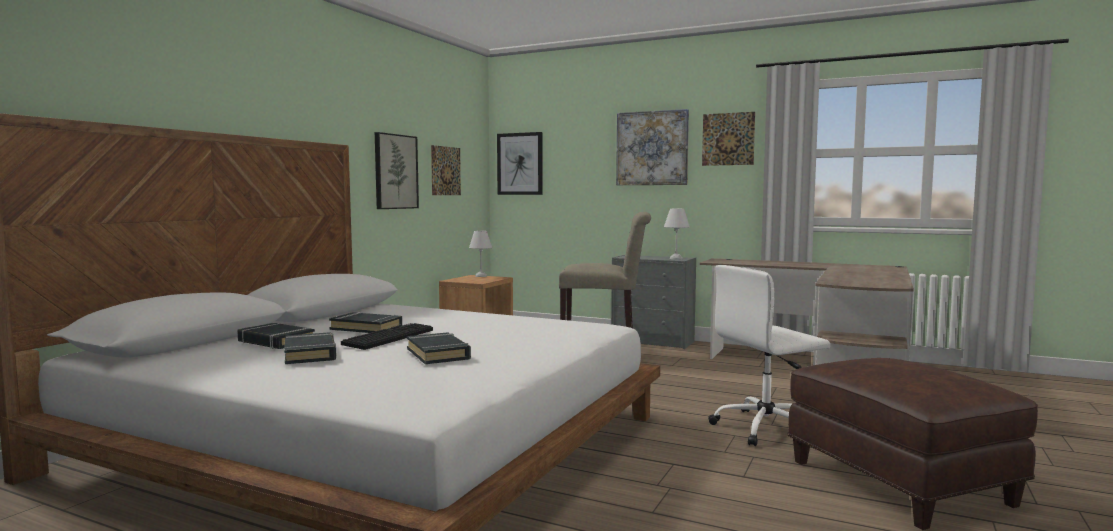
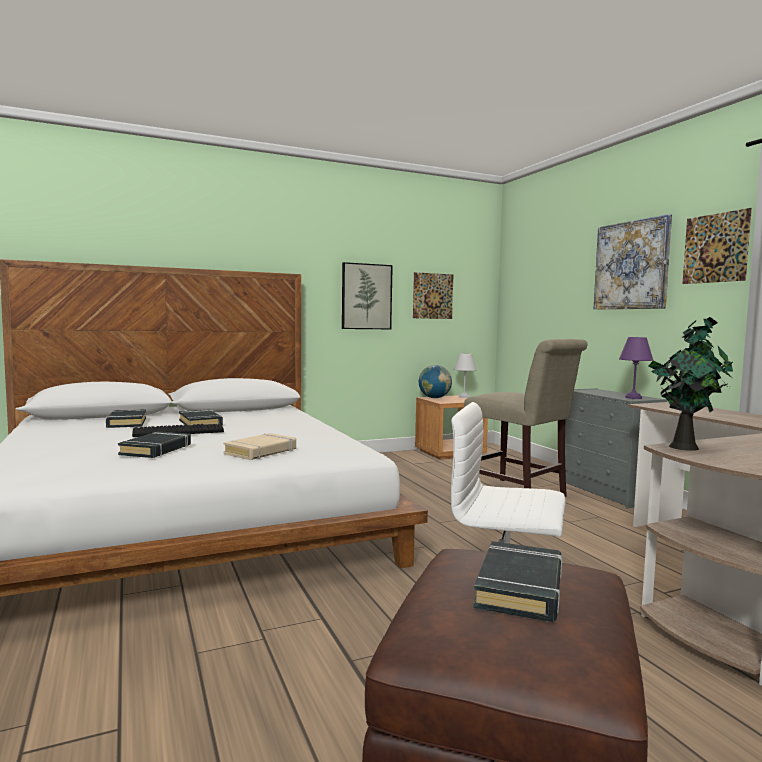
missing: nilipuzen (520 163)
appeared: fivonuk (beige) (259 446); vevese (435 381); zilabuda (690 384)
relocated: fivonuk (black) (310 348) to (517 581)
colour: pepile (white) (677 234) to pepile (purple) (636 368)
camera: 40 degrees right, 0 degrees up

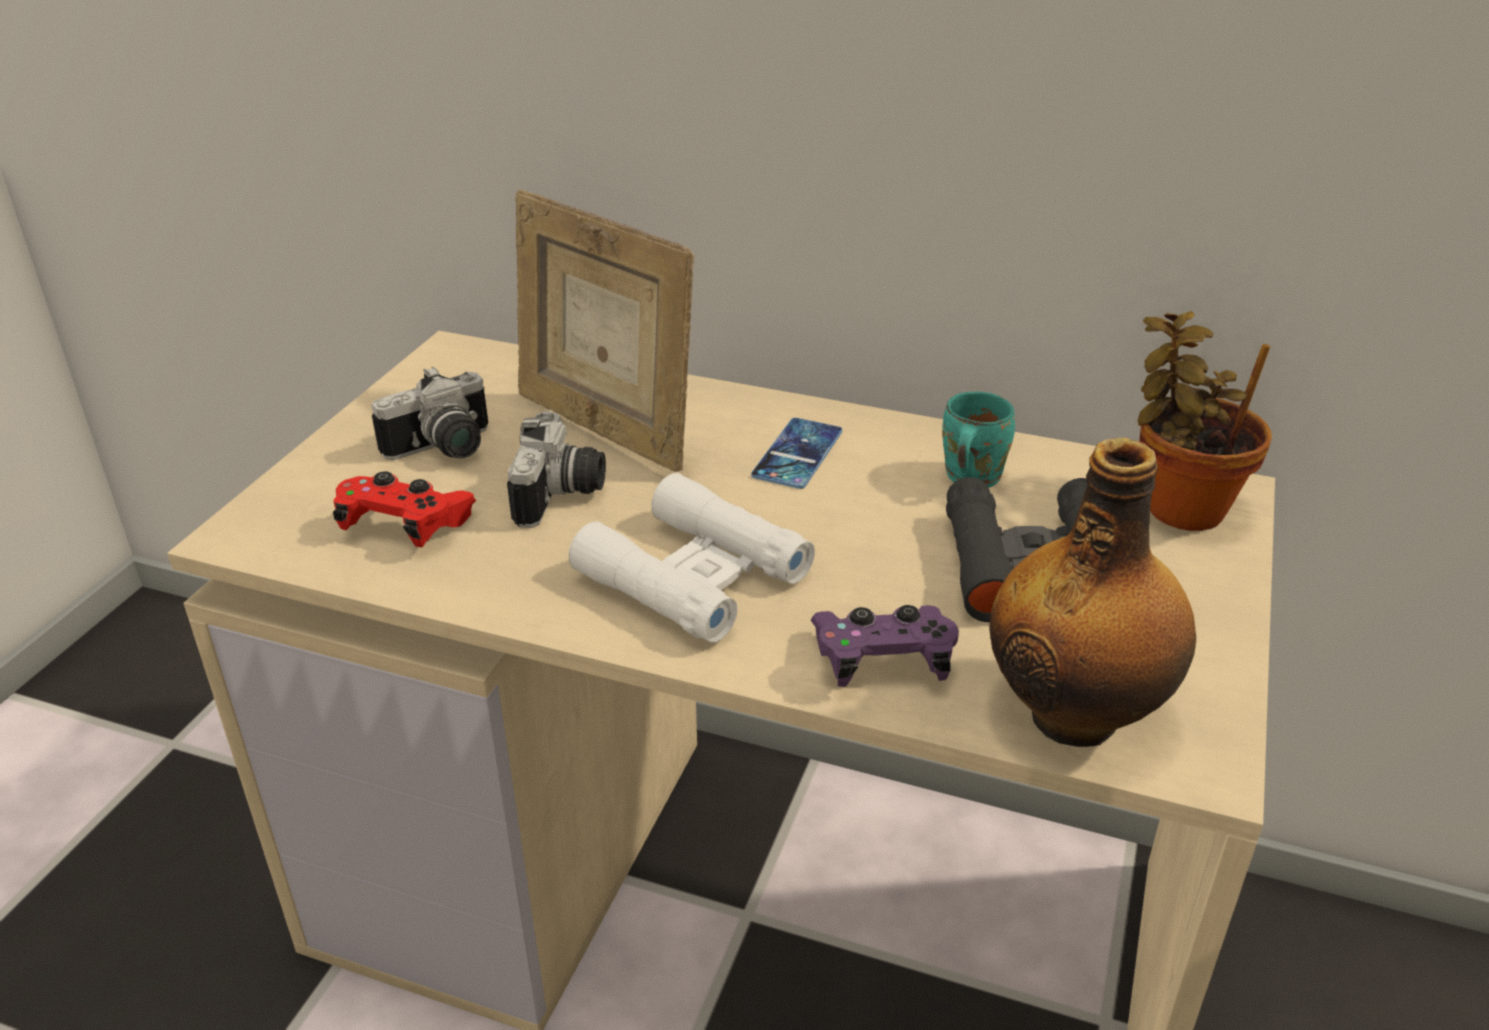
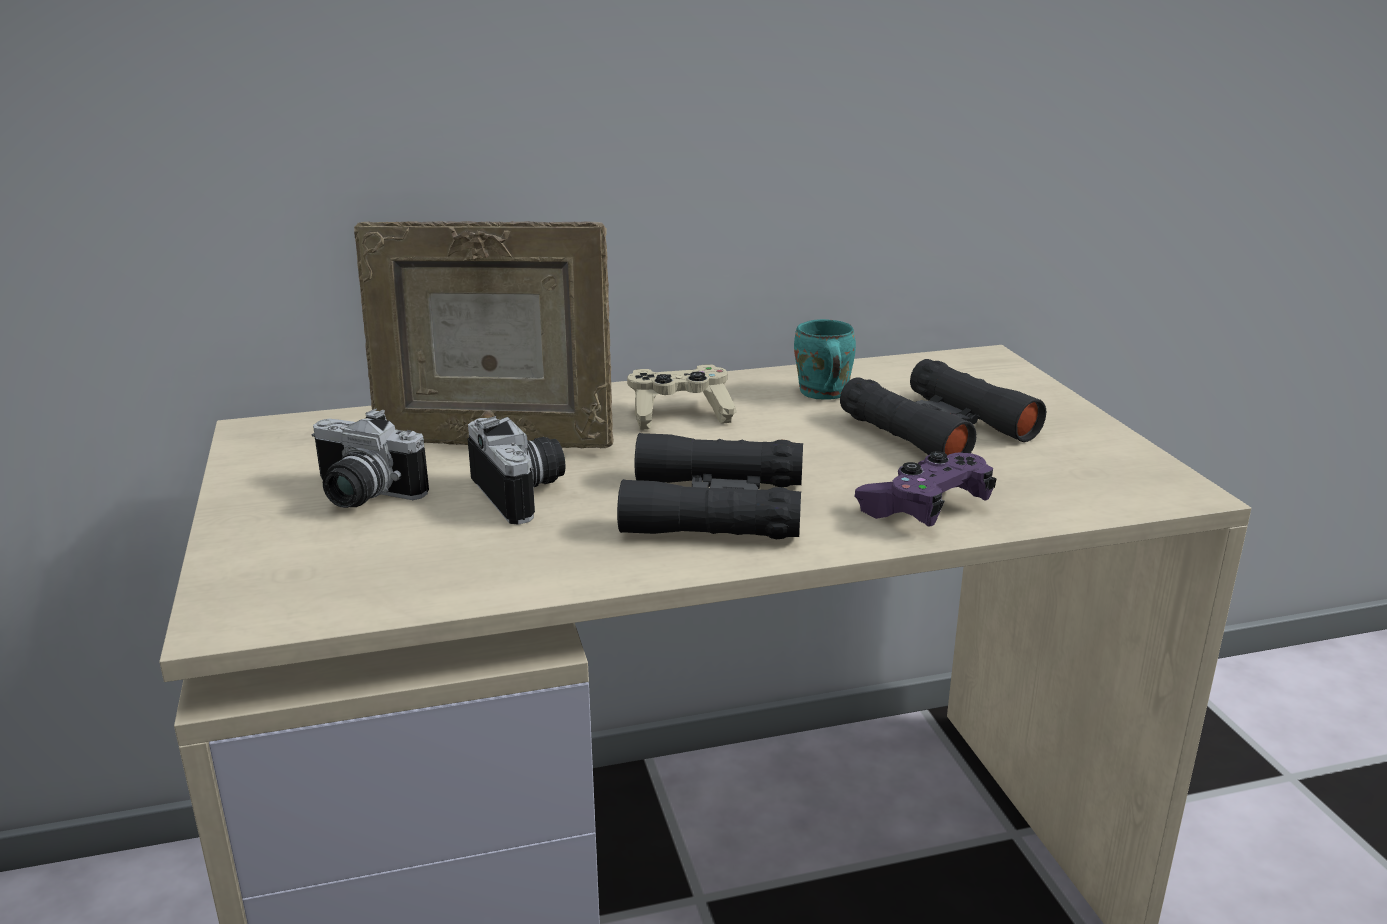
missing: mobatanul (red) (404 509); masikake (1093 592); zilabuda (1205 421)
exchanged: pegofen (796 453) to mobatanul (beige) (682 397)
colour: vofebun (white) (692 558) to vofebun (black) (710 486)
spun: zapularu (430 413) = (370 458) 90 degrees clockwise
camera: 35 degrees left, 10 degrees down

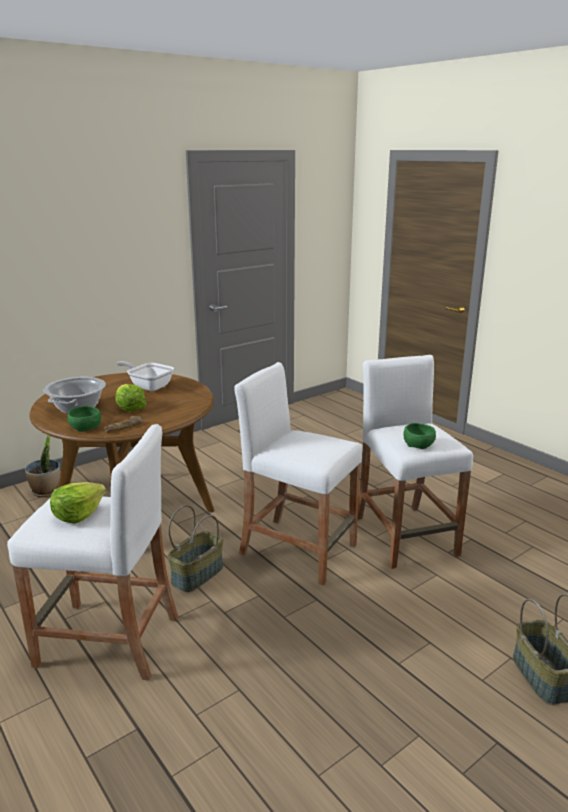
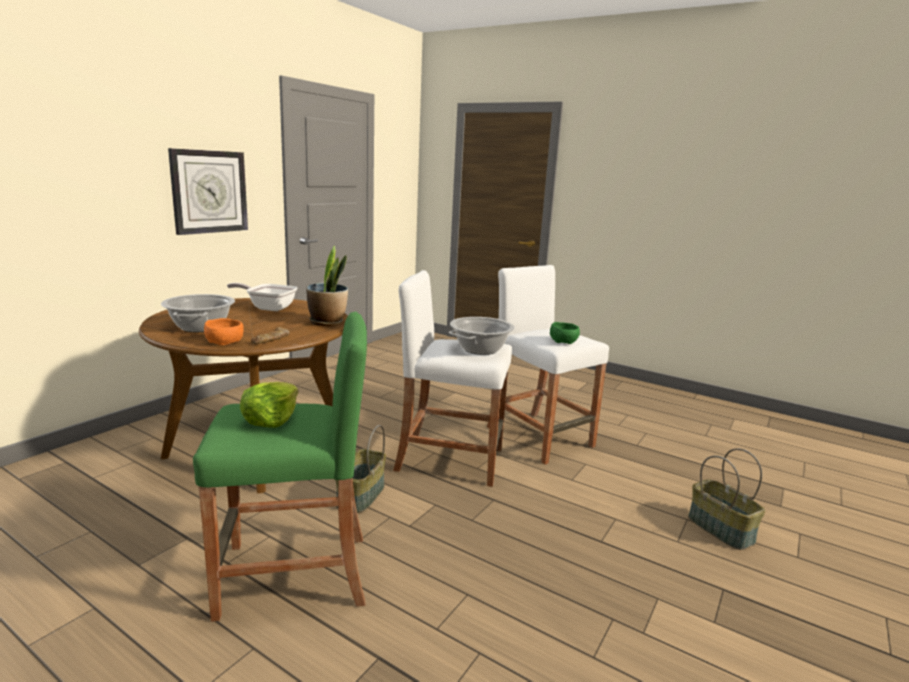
missing: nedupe (131 397)
appeared: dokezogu (208 191); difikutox (482 336)
relocated: zilabuda (42 466) to (327 286)
colour: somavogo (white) (92 552) to somavogo (green) (280 466); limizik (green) (84 419) to limizik (orange) (224 331)
camera: 20 degrees left, 5 degrees down

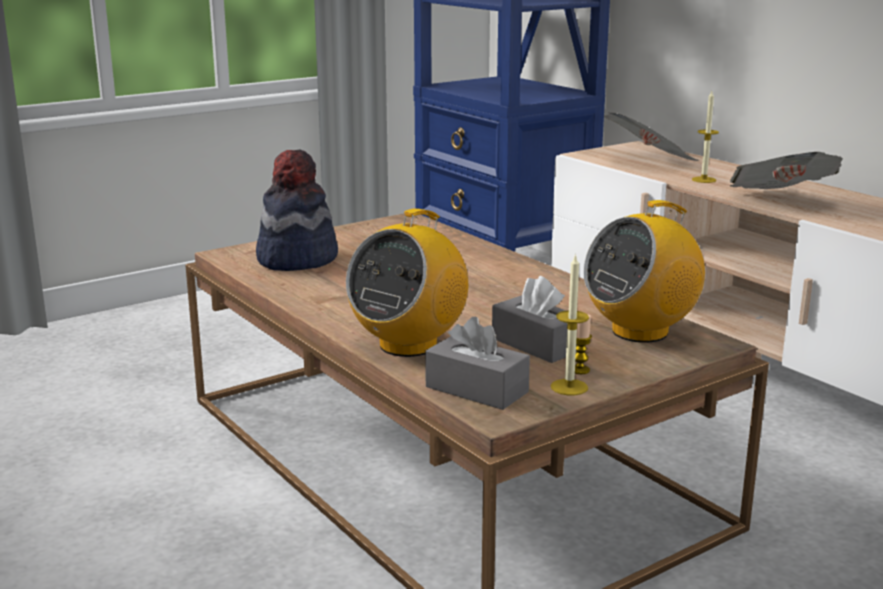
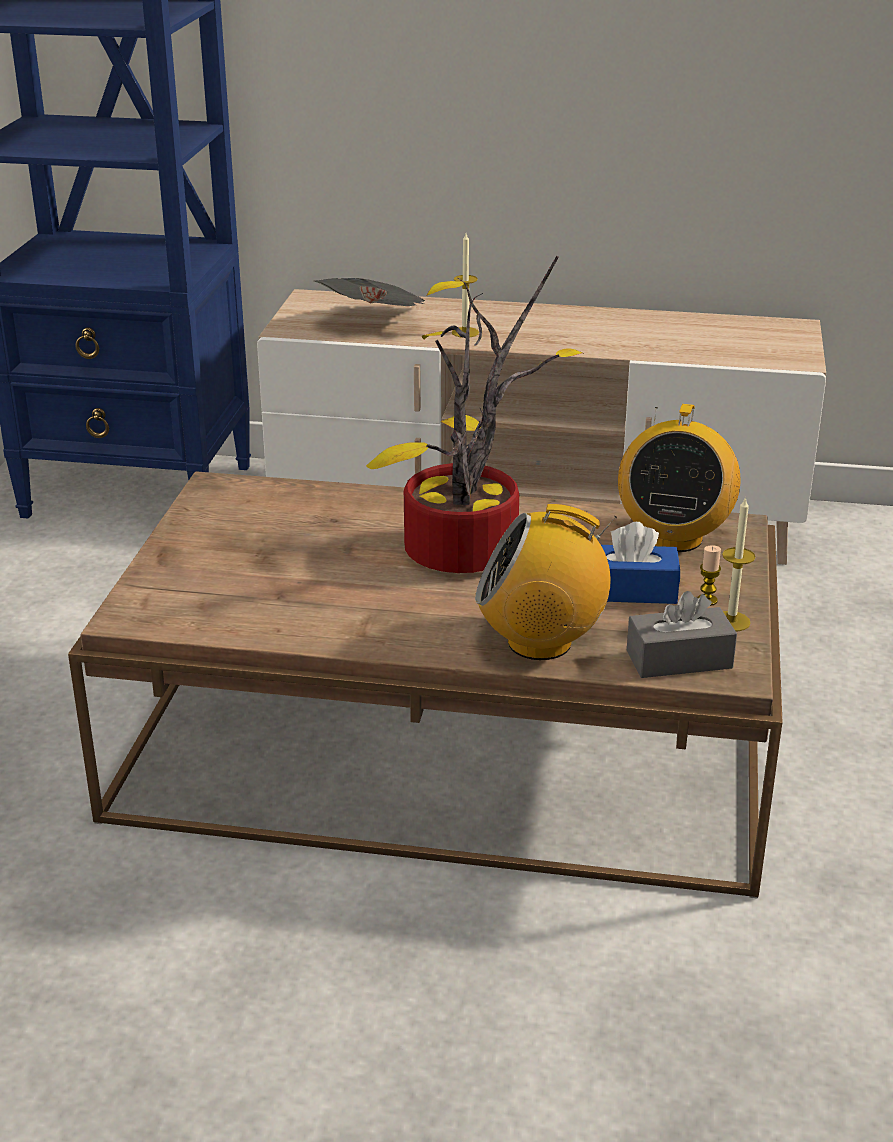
missing: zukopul (297 210); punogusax (786 170)
appeared: zilabuda (474 414)
colour: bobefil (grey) (534 319) to bobefil (blue) (640 563)
spun: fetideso (407 282) = (546 582) 105 degrees clockwise
camera: 45 degrees left, 10 degrees up

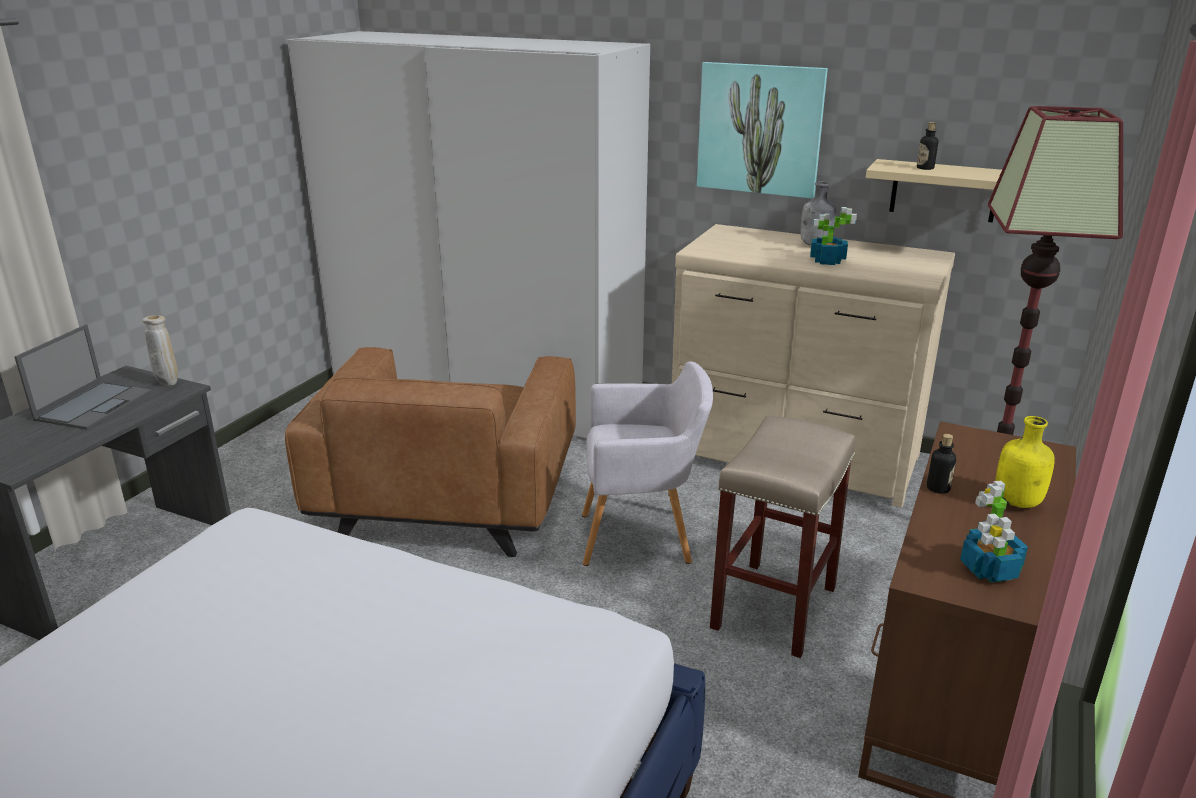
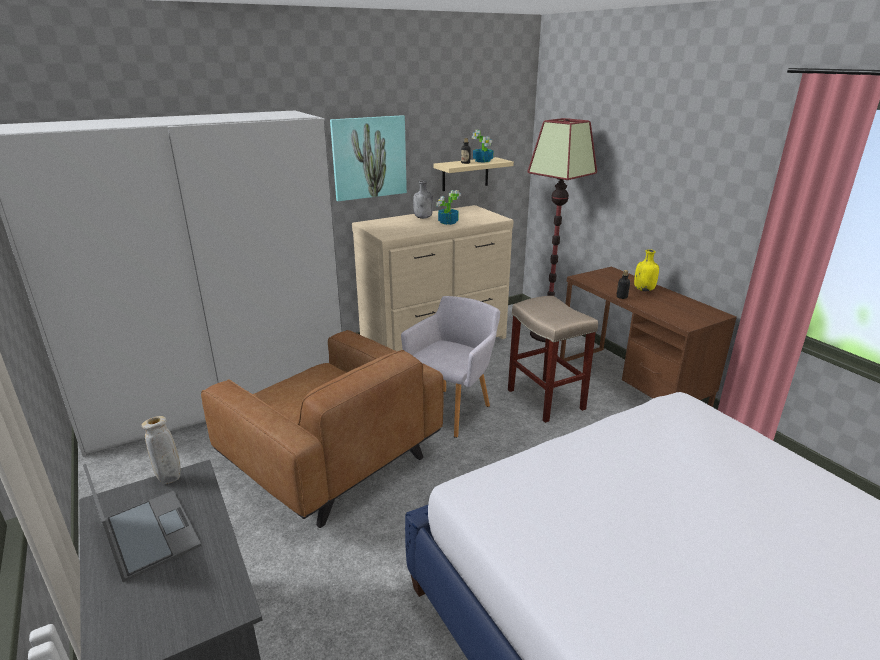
relocated: zilabuda (994 531) to (482 146)
camera: 55 degrees left, 0 degrees up

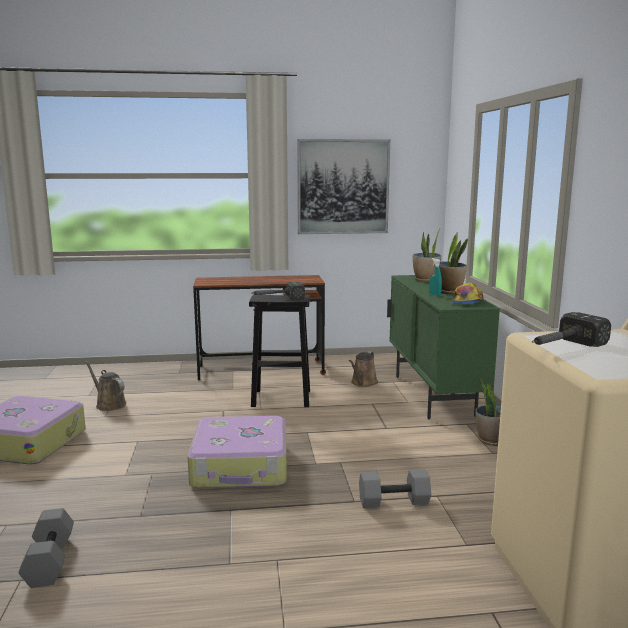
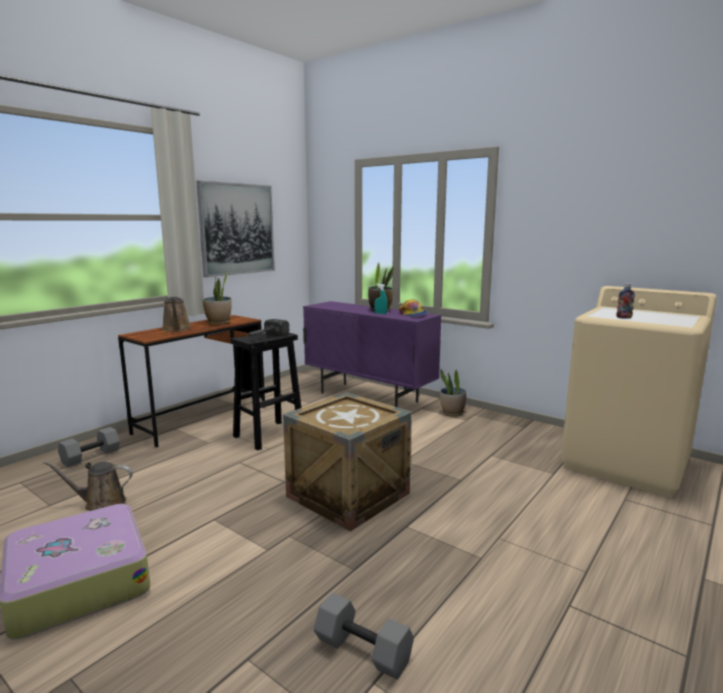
relocated: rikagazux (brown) (363 369) to (176 314); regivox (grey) (395 488) to (89 447); zilabuda (427 254) to (217 298)
exchanged: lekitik (237 452) to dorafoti (347 462); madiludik (571 329) to masikake (625 301)
colour: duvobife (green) (443 347) to duvobife (purple) (372 354)
camera: 45 degrees left, 0 degrees up

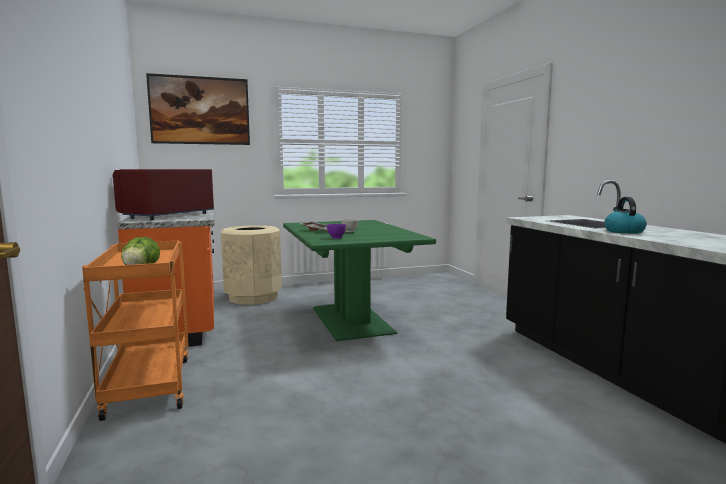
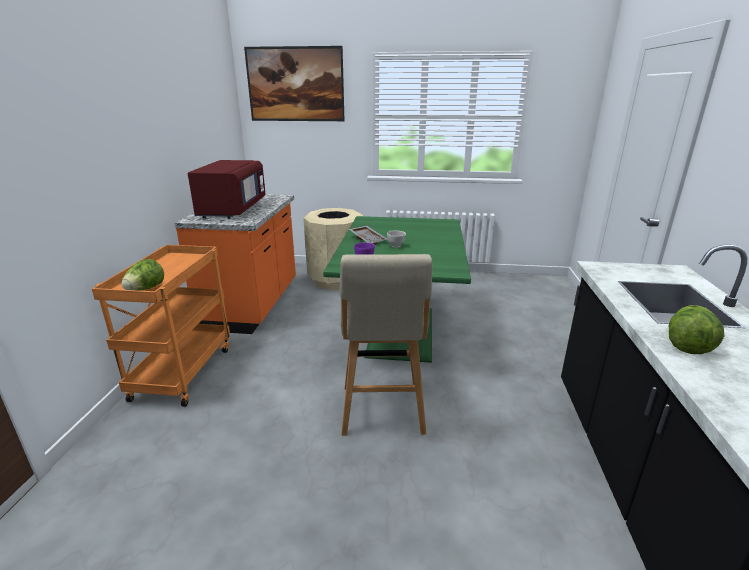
appeared: somavogo (beige) (386 345)
exchanged: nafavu (625 215) to nedupe (696 329)
spun: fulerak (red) (163 194) = (227 189) 135 degrees clockwise
camera: 25 degrees right, 15 degrees up

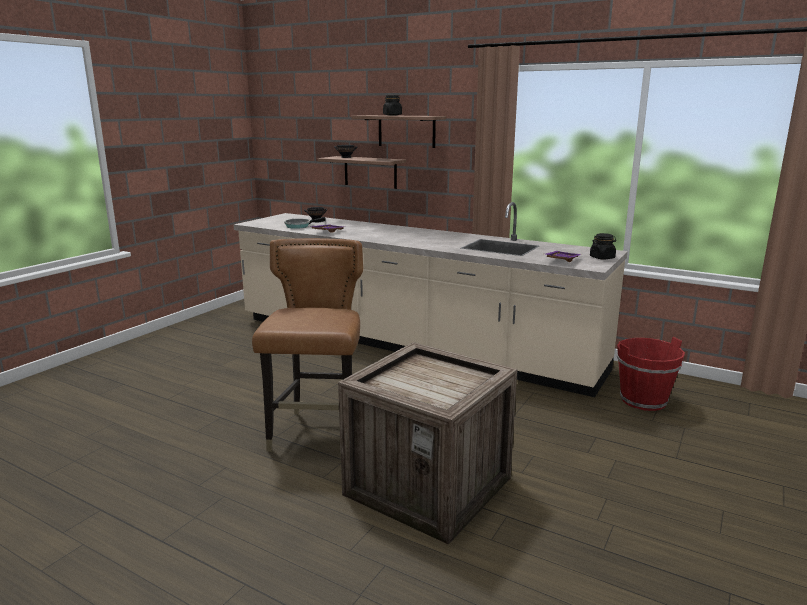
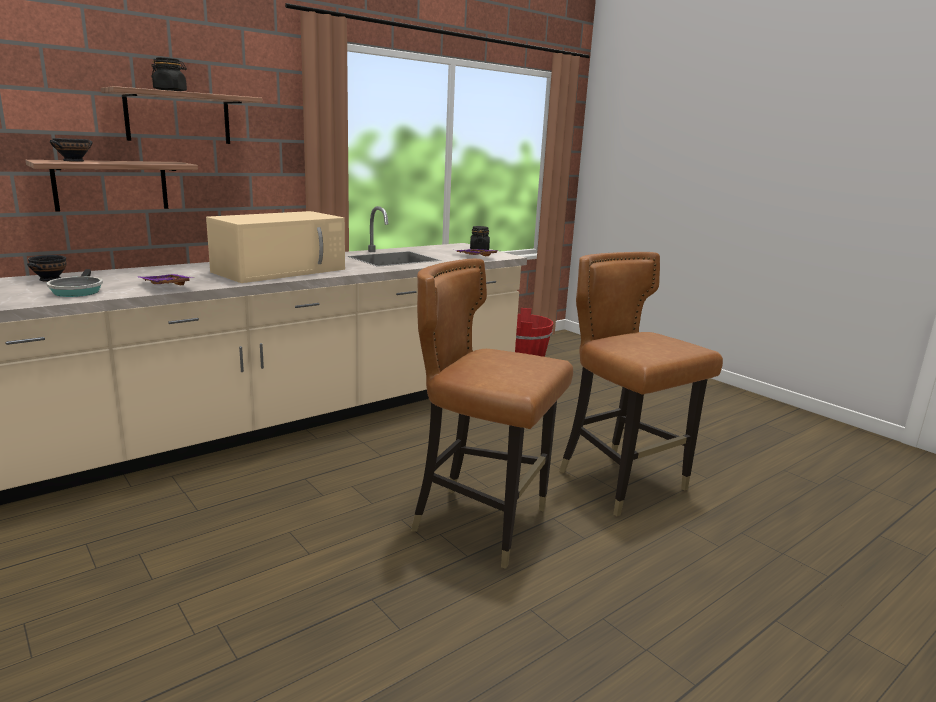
appeared: fulerak (beige) (275 247)
exchanged: dorafoti (427 443) to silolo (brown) (641 384)
camera: 70 degrees left, 0 degrees up

